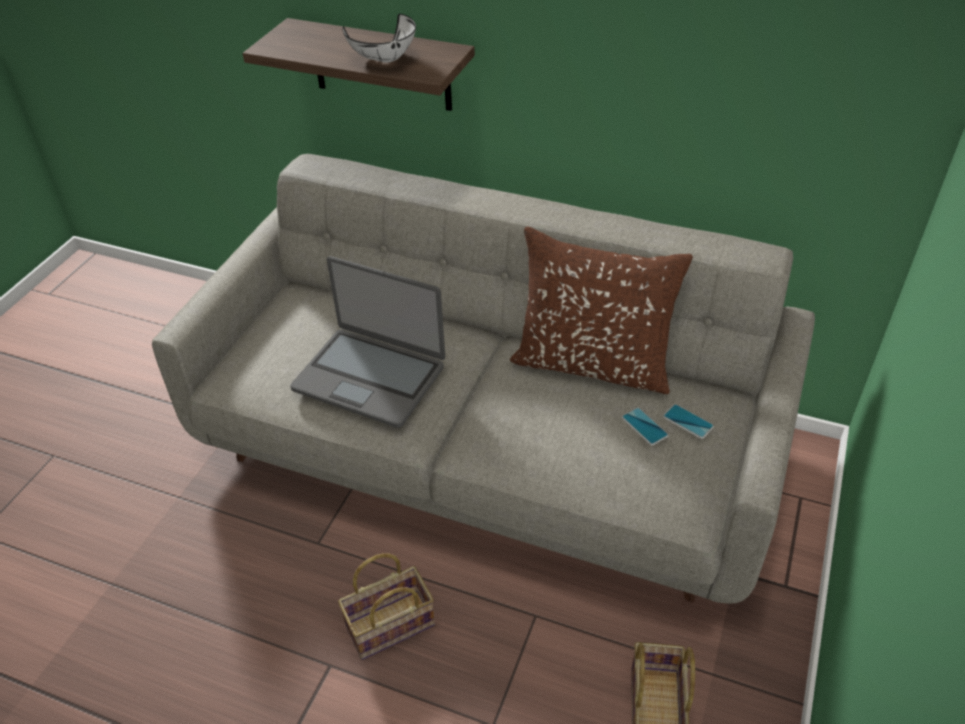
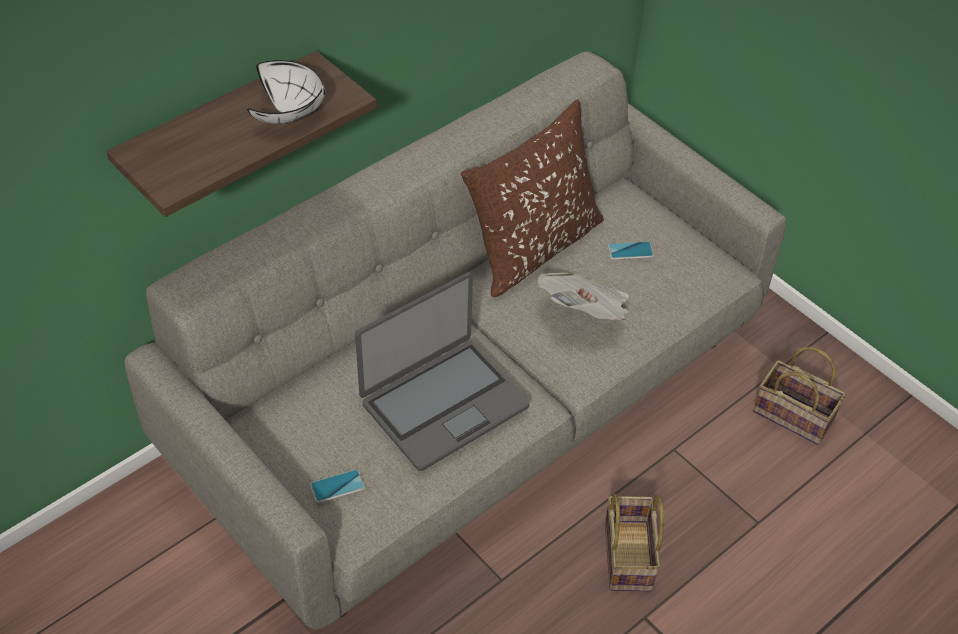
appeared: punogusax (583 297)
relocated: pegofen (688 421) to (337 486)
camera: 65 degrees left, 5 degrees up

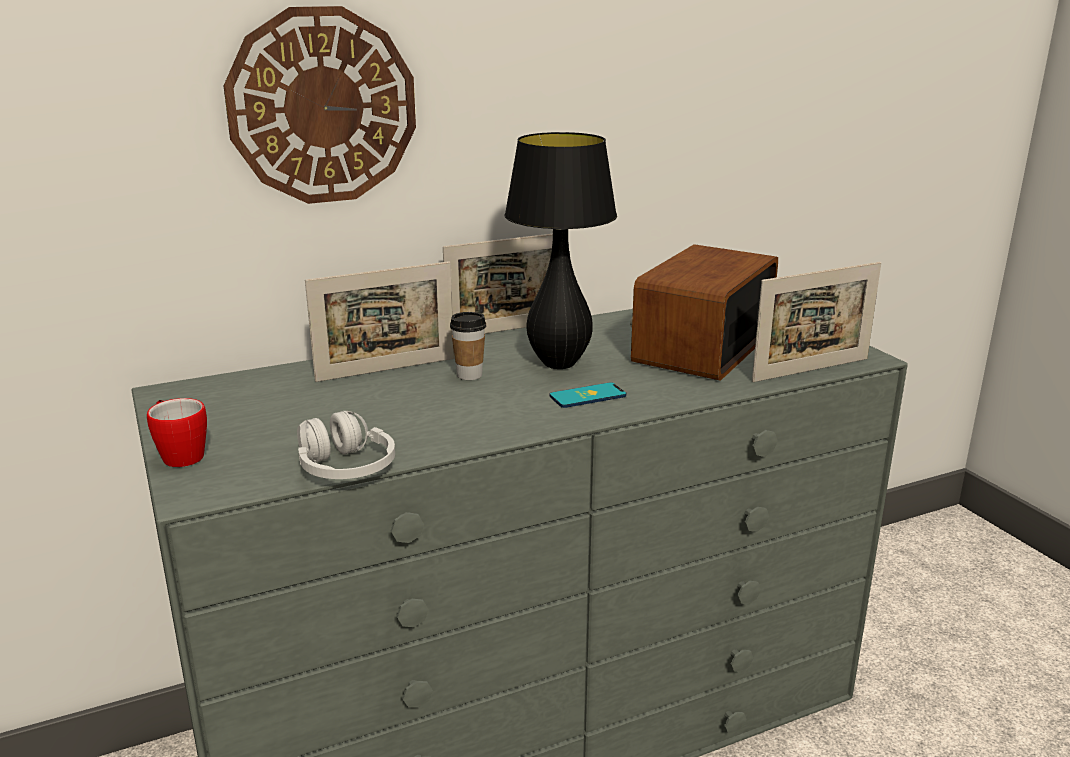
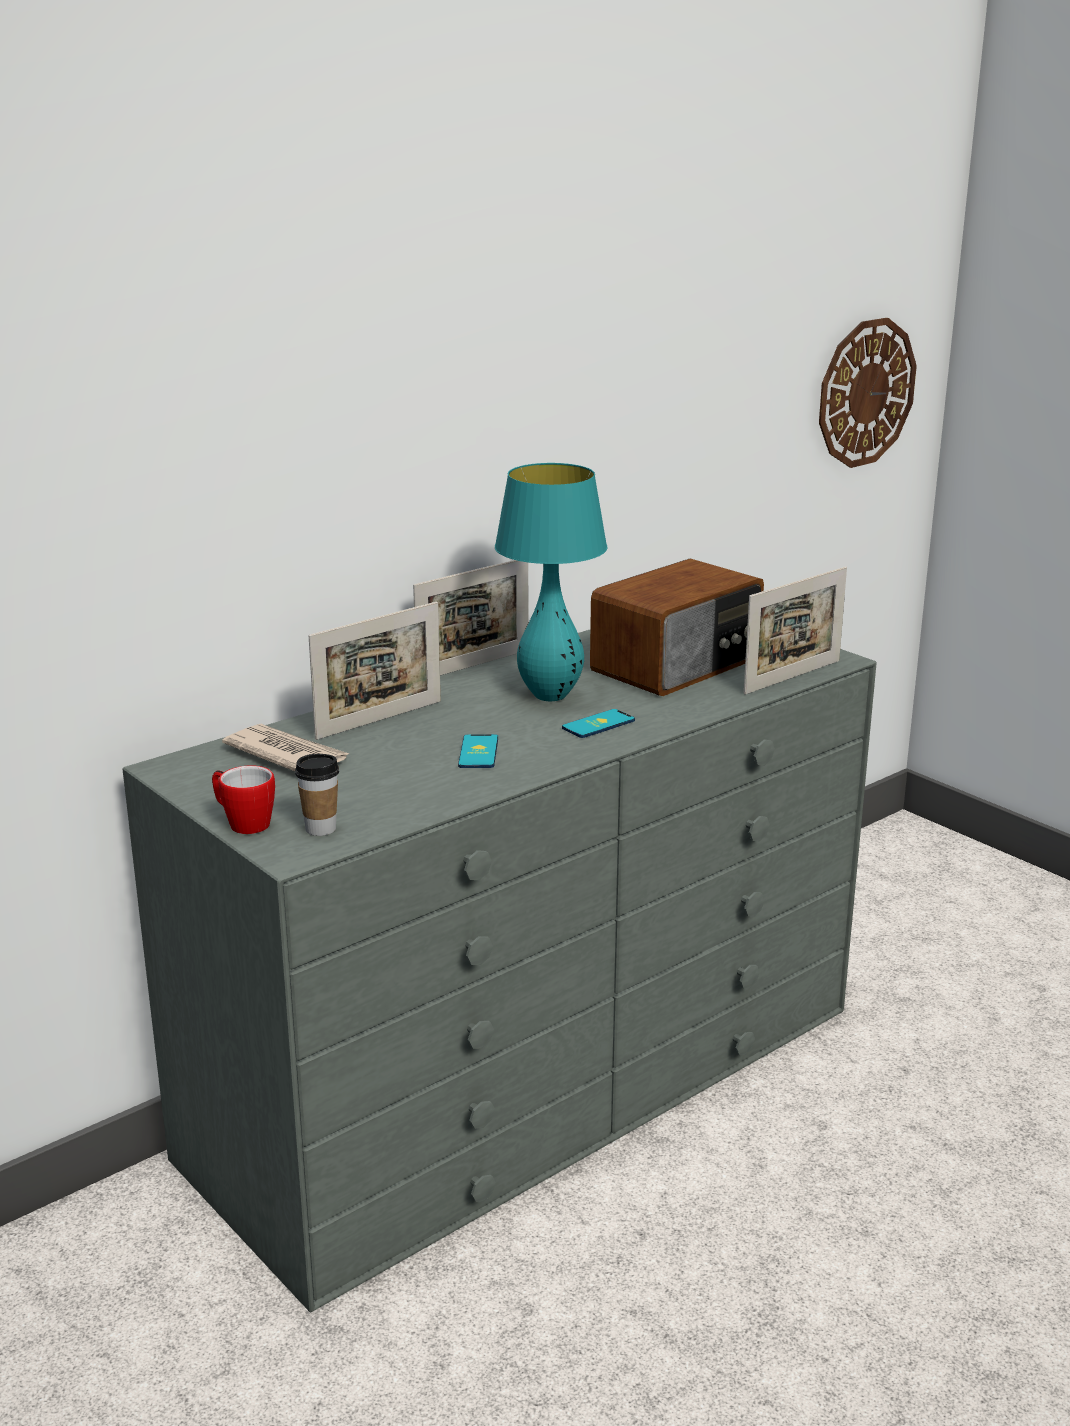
missing: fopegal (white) (346 445)
appeared: punogusax (285 747); pegofen (478 751)
relocated: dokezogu (320 105) to (868 393); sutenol (468 346) to (317 795)
colour: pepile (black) (560 250) to pepile (turquoise) (551 582)
spun: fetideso (704 312) = (677 627) 150 degrees counterclockwise
camera: 15 degrees left, 0 degrees up

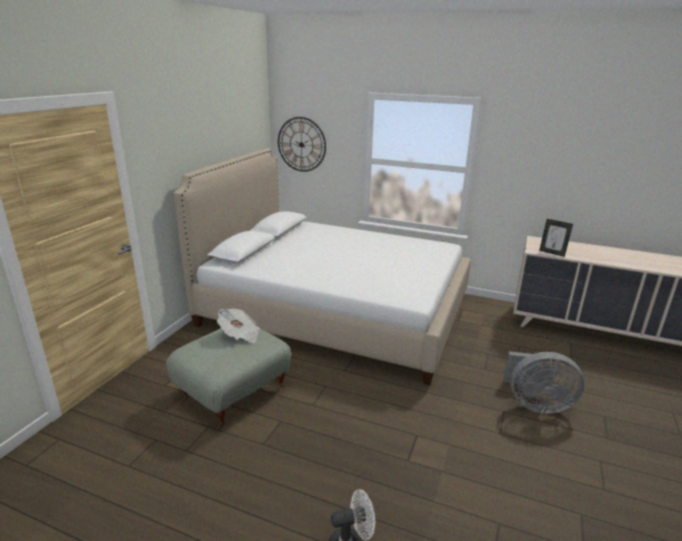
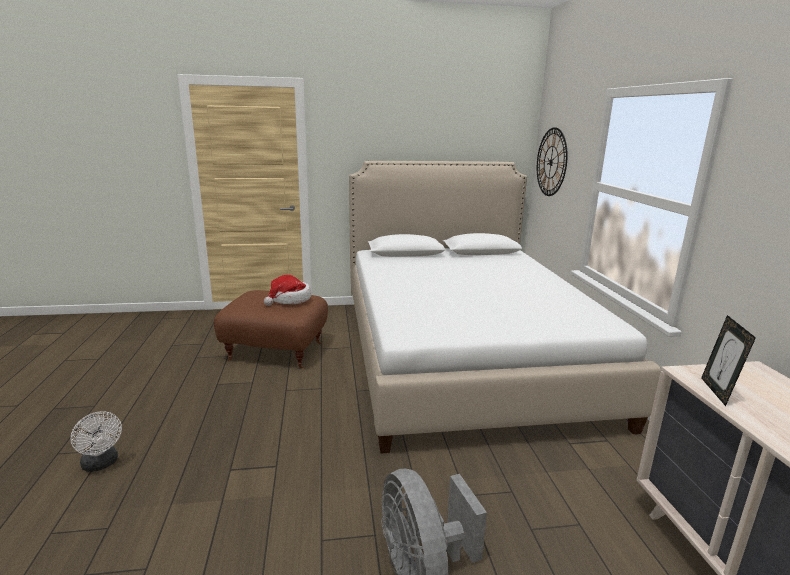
exchanged: punogusax (238 325) to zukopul (287 290)
colour: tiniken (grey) (228 378) to tiniken (brown) (271 329)
camera: 60 degrees right, 5 degrees down

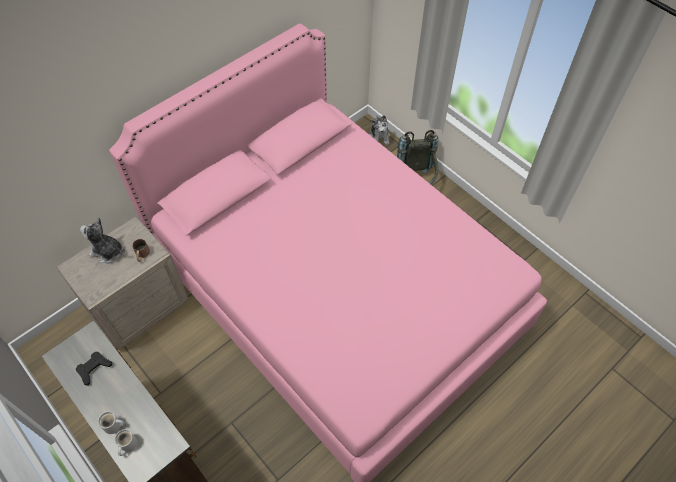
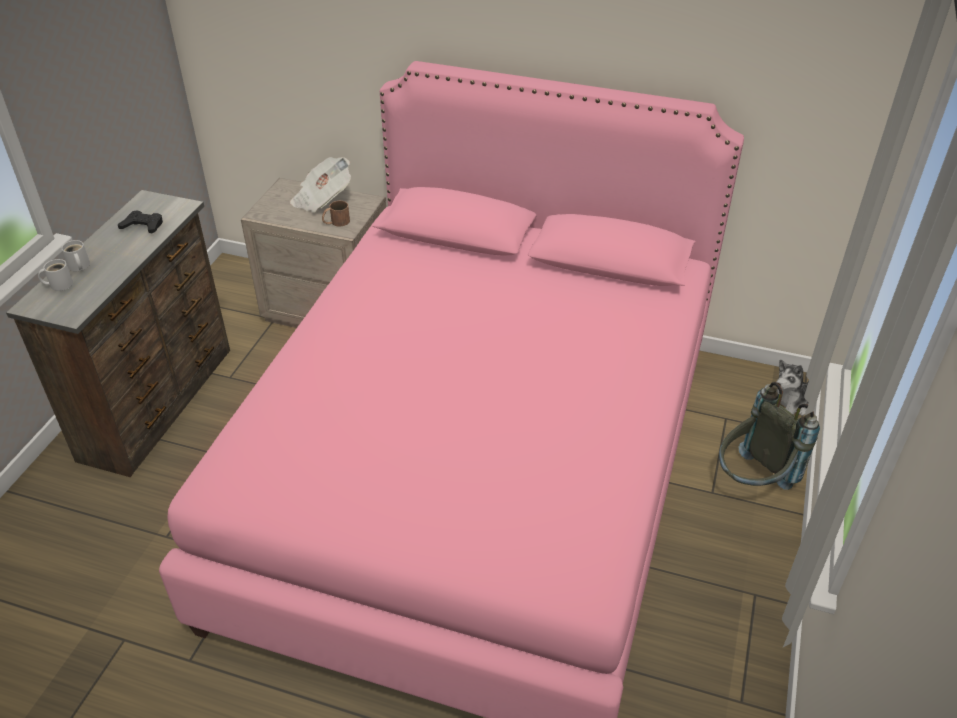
exchanged: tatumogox (102 241) to punogusax (320 185)
camera: 60 degrees right, 15 degrees down

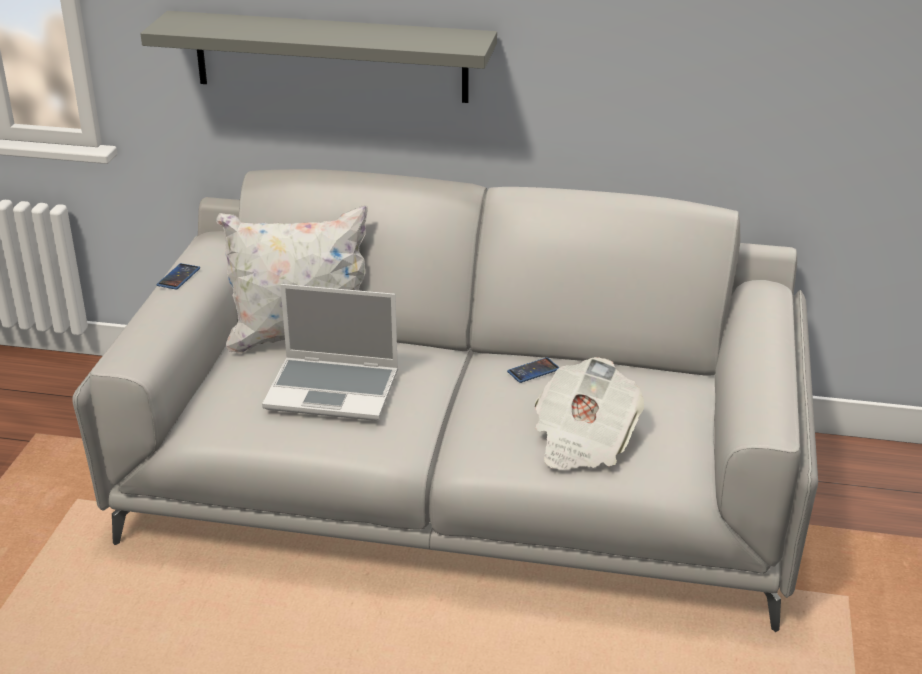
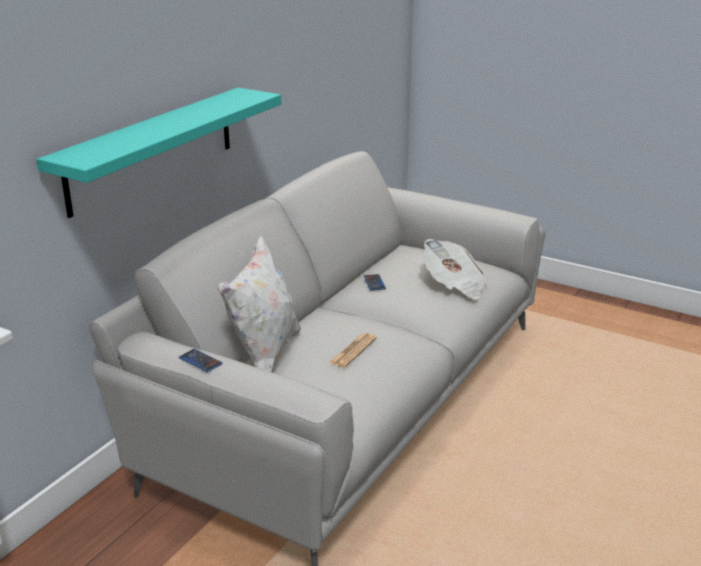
exchanged: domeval (330 352) to punogusax (353 350)
colour: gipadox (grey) (318 57) to gipadox (turquoise) (158 153)
camera: 70 degrees left, 5 degrees down

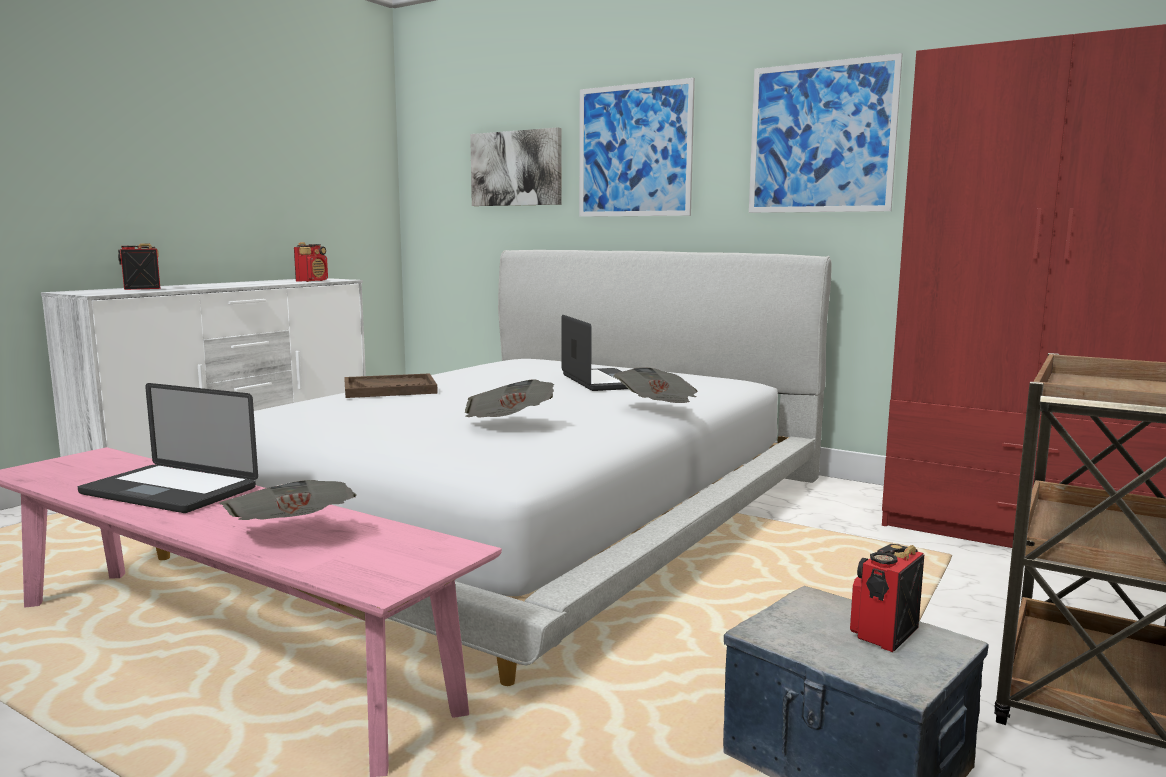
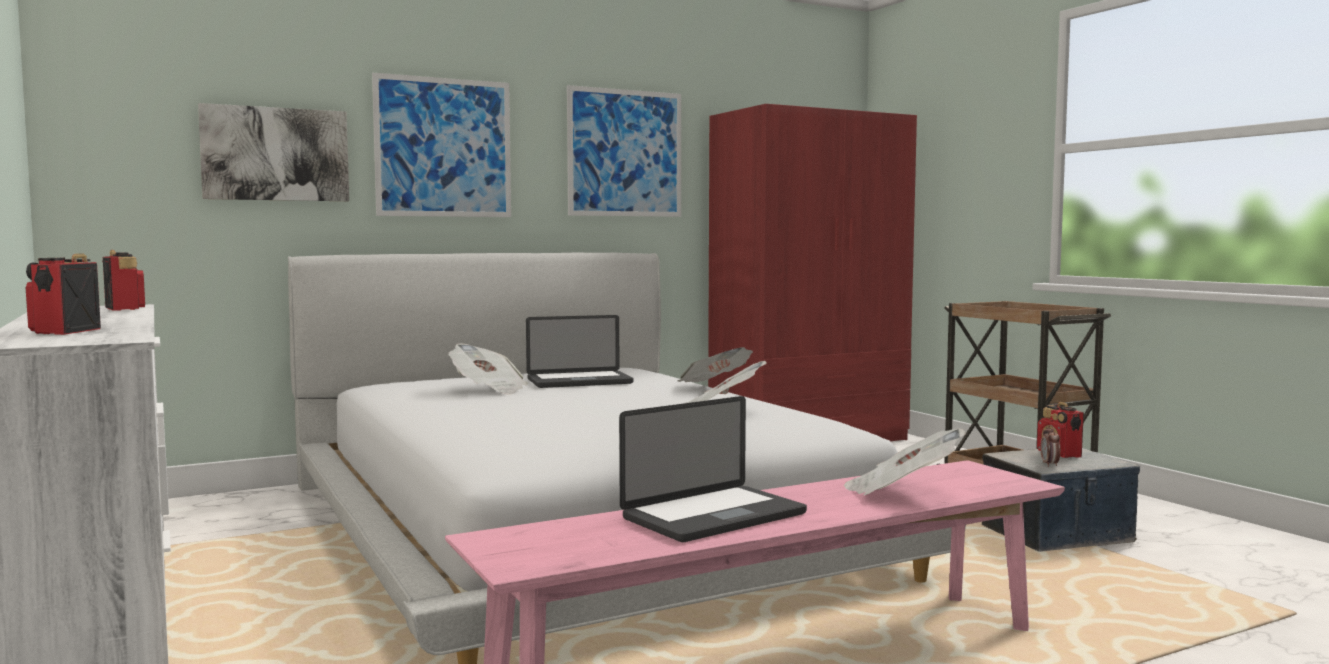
missing: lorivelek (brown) (391 385)
appeared: punogusax (488 369); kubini (1050 446)
spun: domeval (594 353) = (580 351) 150 degrees clockwise
camera: 60 degrees left, 5 degrees down

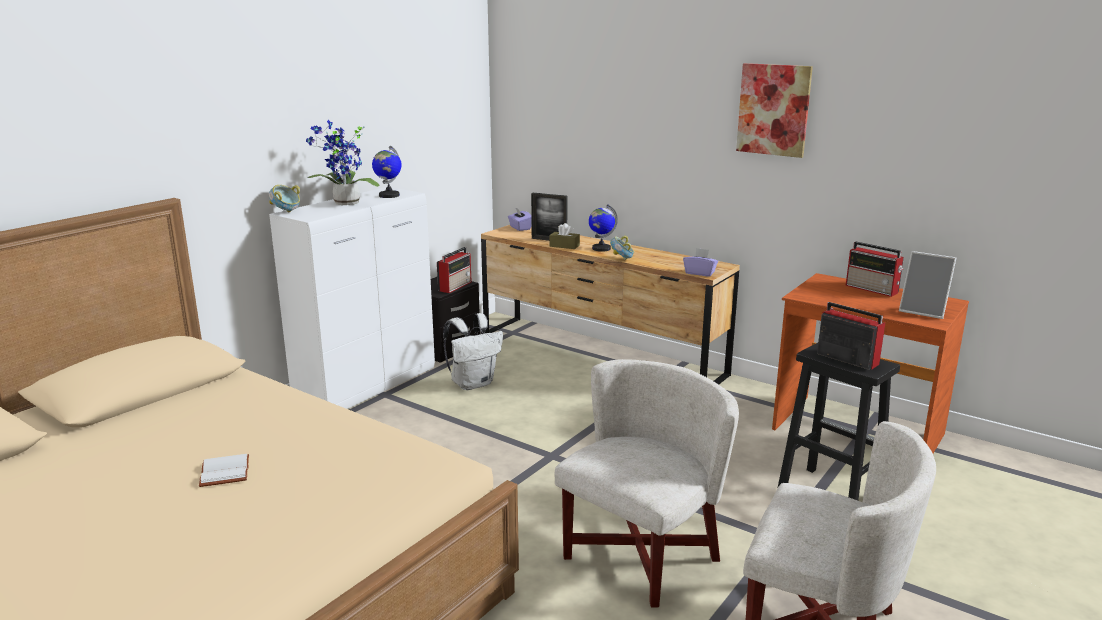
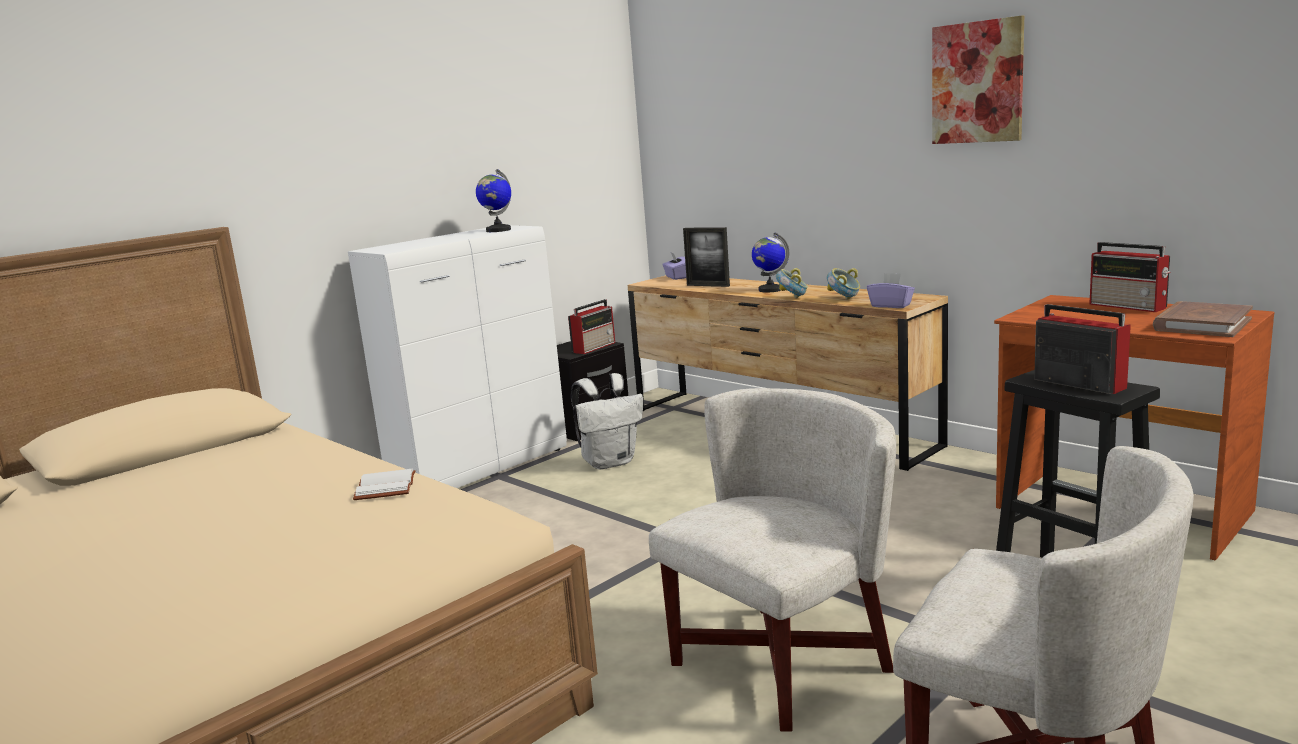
missing: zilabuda (342 162); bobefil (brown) (564 236)
relocated: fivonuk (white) (224 470) to (384 484); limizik (284 198) to (843 284)
exchanged: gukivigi (927 285) to fivonuk (brown) (1203 319)
camera: 10 degrees right, 5 degrees down

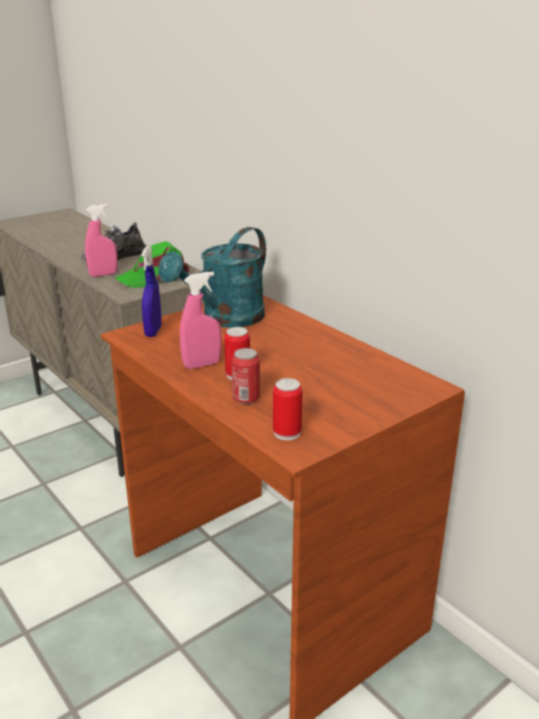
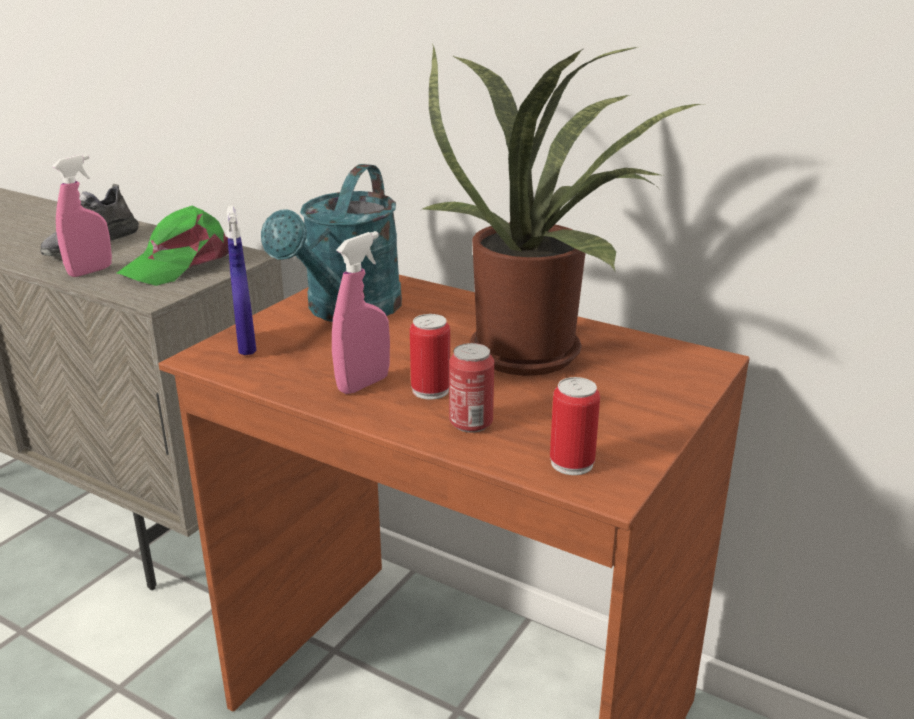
appeared: zilabuda (560 210)
camera: 20 degrees left, 0 degrees up

